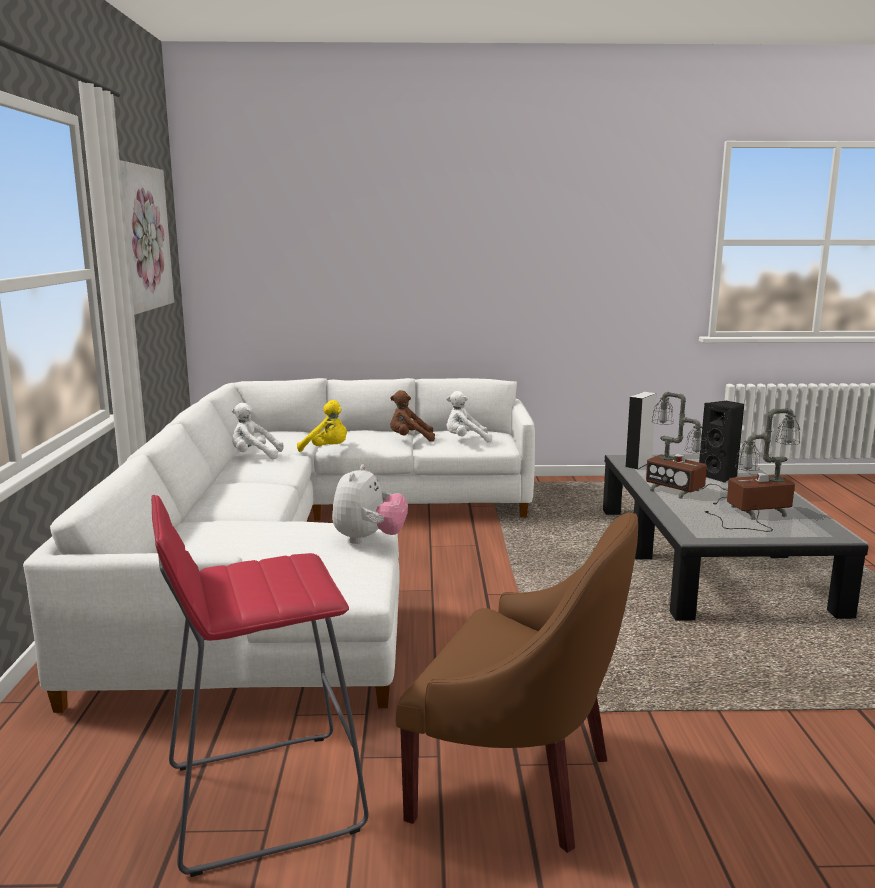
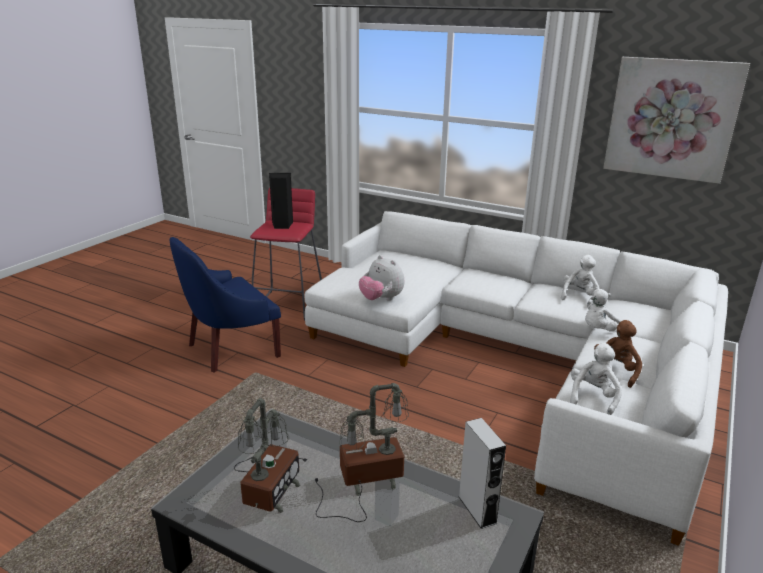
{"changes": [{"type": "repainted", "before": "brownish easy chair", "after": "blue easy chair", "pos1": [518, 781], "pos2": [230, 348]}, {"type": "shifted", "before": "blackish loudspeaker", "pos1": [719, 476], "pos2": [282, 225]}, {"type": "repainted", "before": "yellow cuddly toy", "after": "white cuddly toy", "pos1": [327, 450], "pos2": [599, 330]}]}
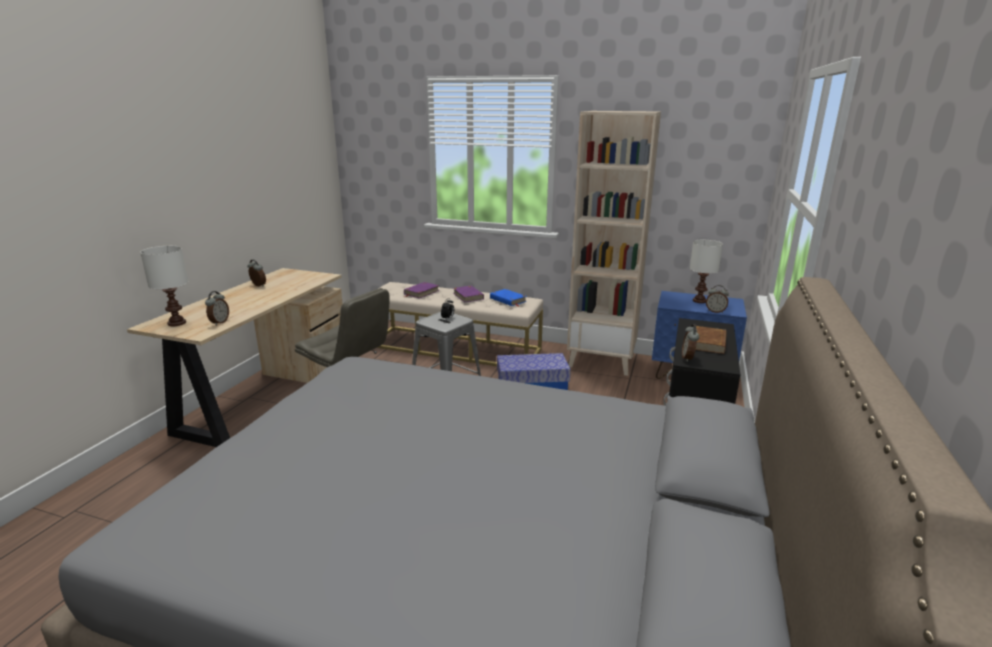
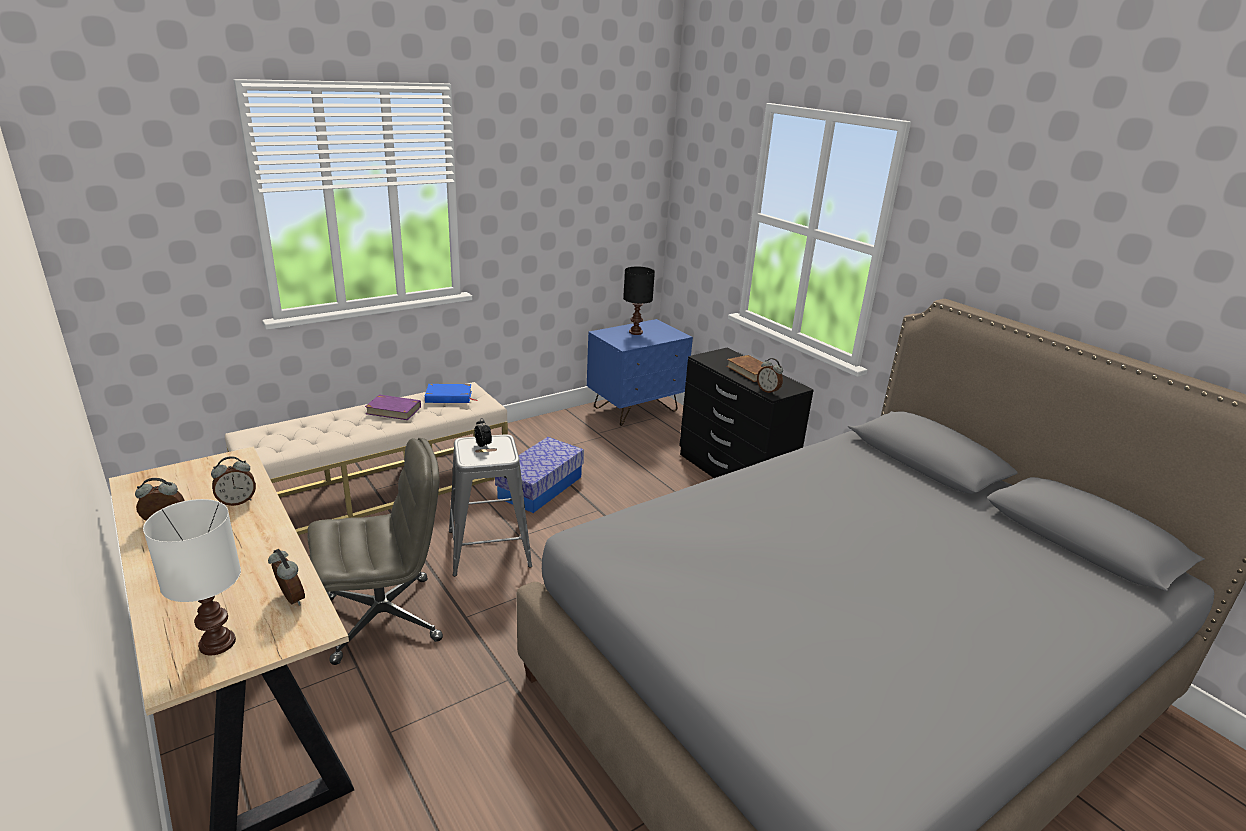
{"changes": [{"type": "shifted", "before": "table clock", "pos1": [715, 311], "pos2": [237, 501]}, {"type": "repainted", "before": "white tabletop lamp", "after": "blackish tabletop lamp", "pos1": [699, 301], "pos2": [635, 332]}, {"type": "gone", "before": "purple-coloured book", "pos1": [421, 292]}, {"type": "gone", "before": "beige-coloured bookshelf", "pos1": [602, 361]}]}
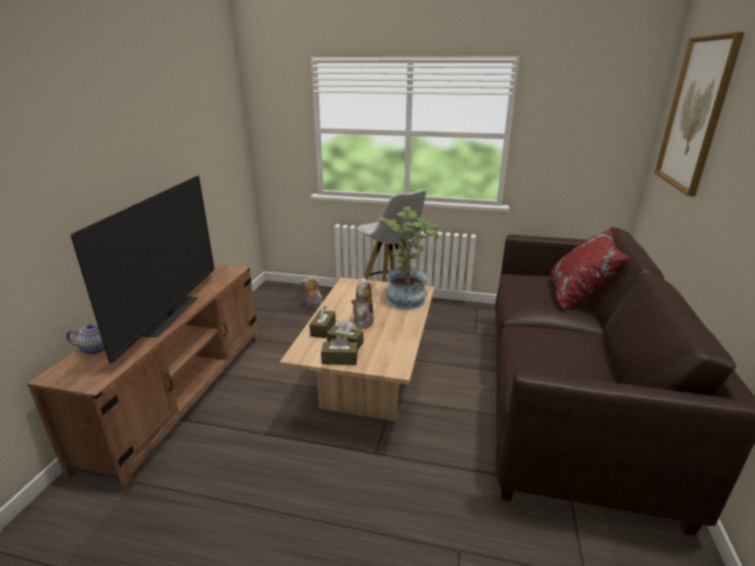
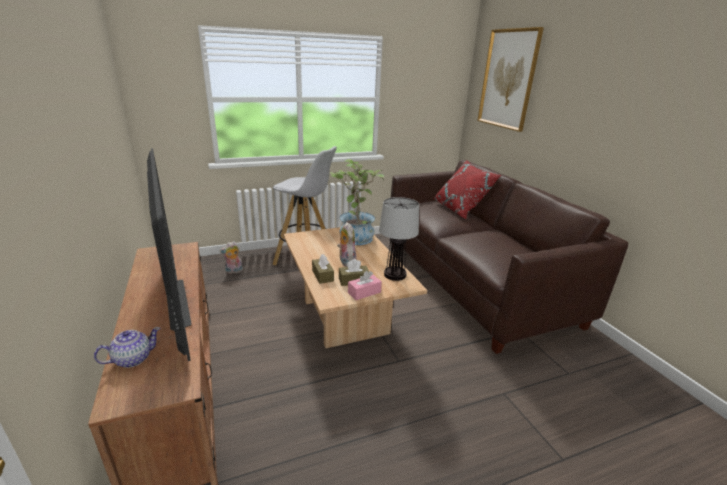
{"changes": [{"type": "repainted", "before": "brownish tissue box", "after": "pink-coloured tissue box", "pos1": [340, 359], "pos2": [364, 292]}, {"type": "new", "after": "tabletop lamp", "pos2": [395, 275]}]}
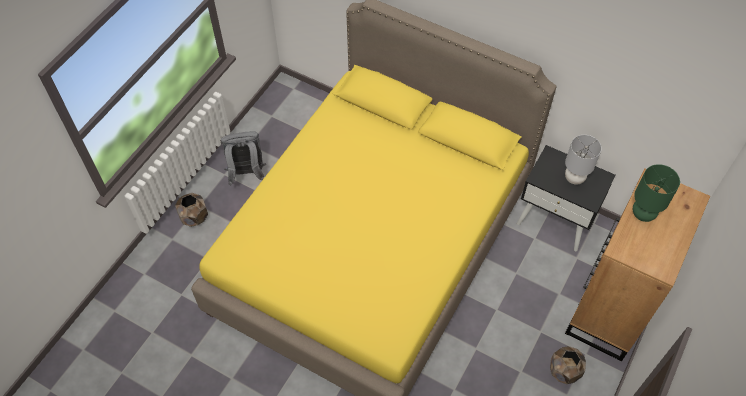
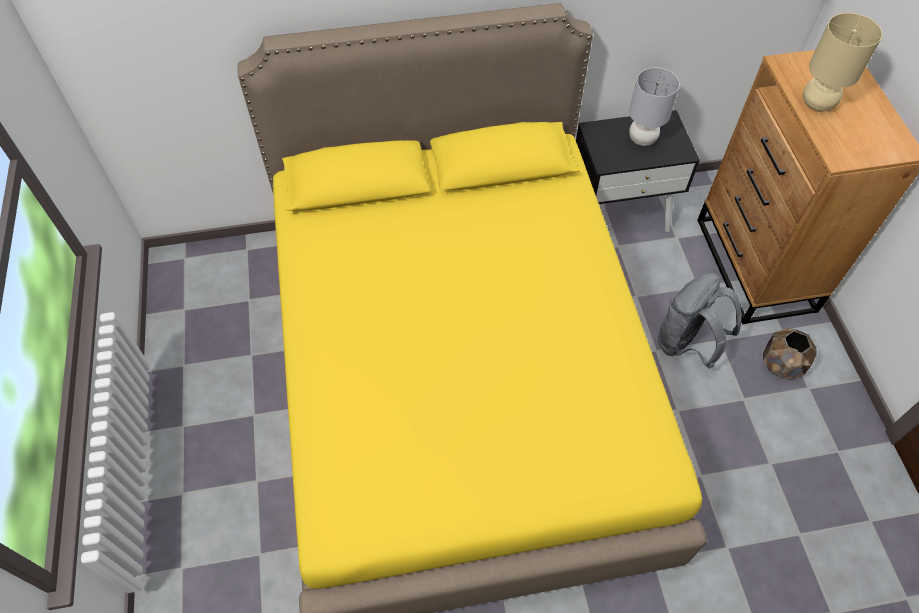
{"changes": [{"type": "shifted", "before": "gray rucksack", "pos1": [246, 174], "pos2": [687, 344]}, {"type": "repainted", "before": "green-coloured tabletop lamp", "after": "beige-coloured tabletop lamp", "pos1": [643, 213], "pos2": [817, 103]}, {"type": "gone", "before": "brownish plant pot", "pos1": [194, 217]}]}
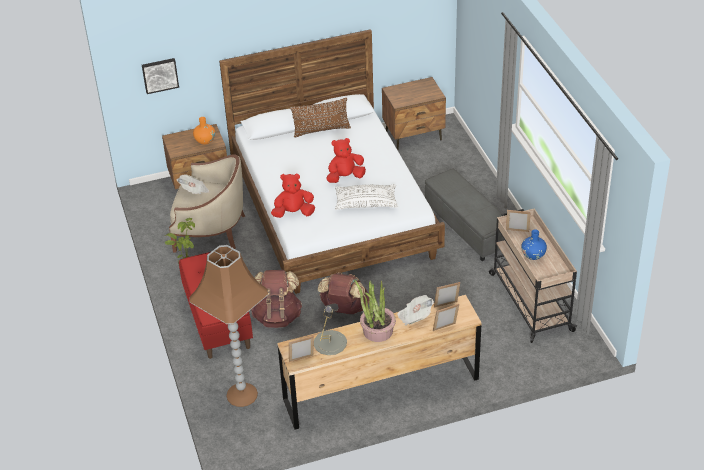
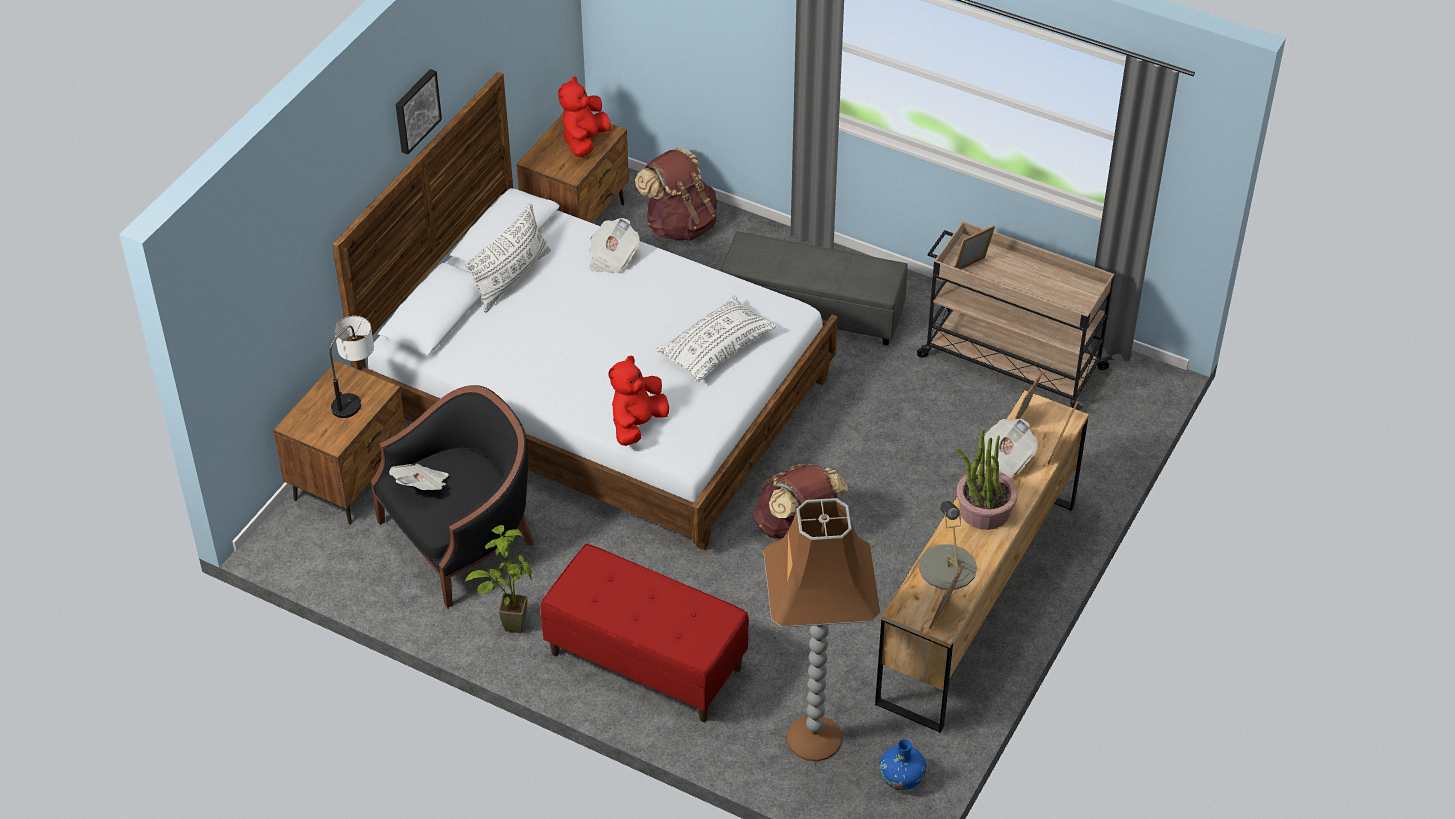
{"changes": [{"type": "swapped", "before": "orange-coloured flower vase", "after": "tabletop lamp", "pos1": [205, 140], "pos2": [355, 397]}, {"type": "repainted", "before": "beige-coloured easy chair", "after": "blackish easy chair", "pos1": [210, 230], "pos2": [461, 539]}, {"type": "shifted", "before": "wall picture", "pos1": [160, 75], "pos2": [415, 110]}, {"type": "repainted", "before": "brownish throw pillow", "after": "white throw pillow", "pos1": [321, 130], "pos2": [511, 278]}, {"type": "shifted", "before": "red-coloured cuddly toy", "pos1": [345, 177], "pos2": [584, 141]}, {"type": "new", "after": "daily paper", "pos2": [612, 258]}, {"type": "shifted", "before": "brownish rucksack", "pos1": [277, 316], "pos2": [680, 225]}, {"type": "shifted", "before": "blue flower vase", "pos1": [533, 255], "pos2": [901, 778]}]}
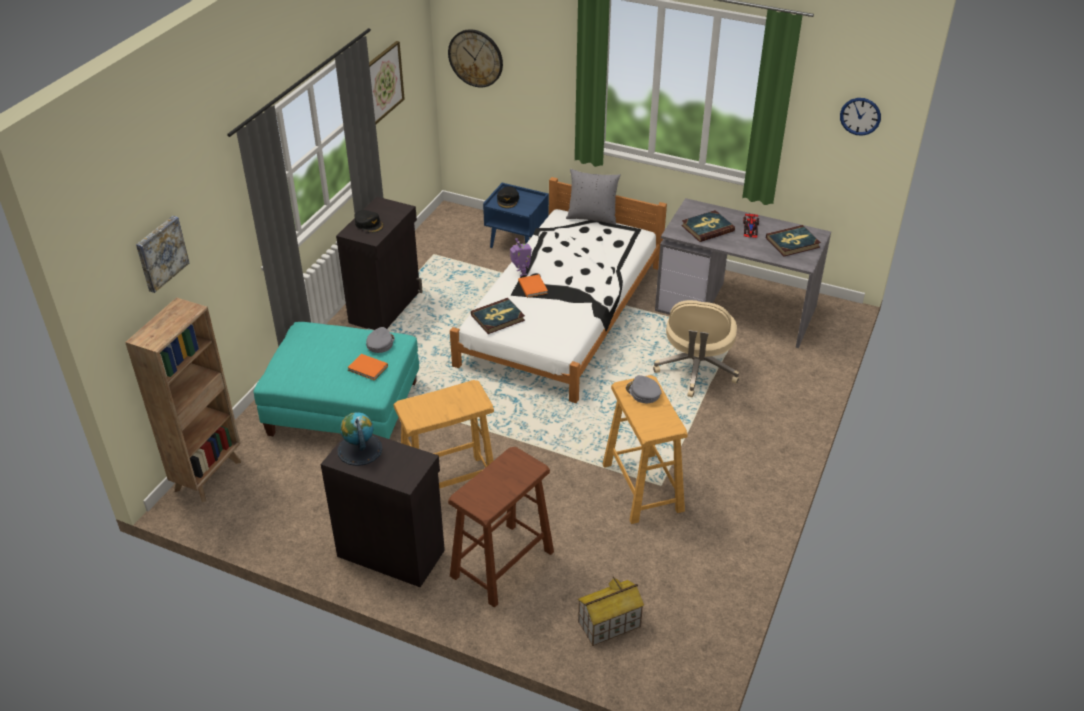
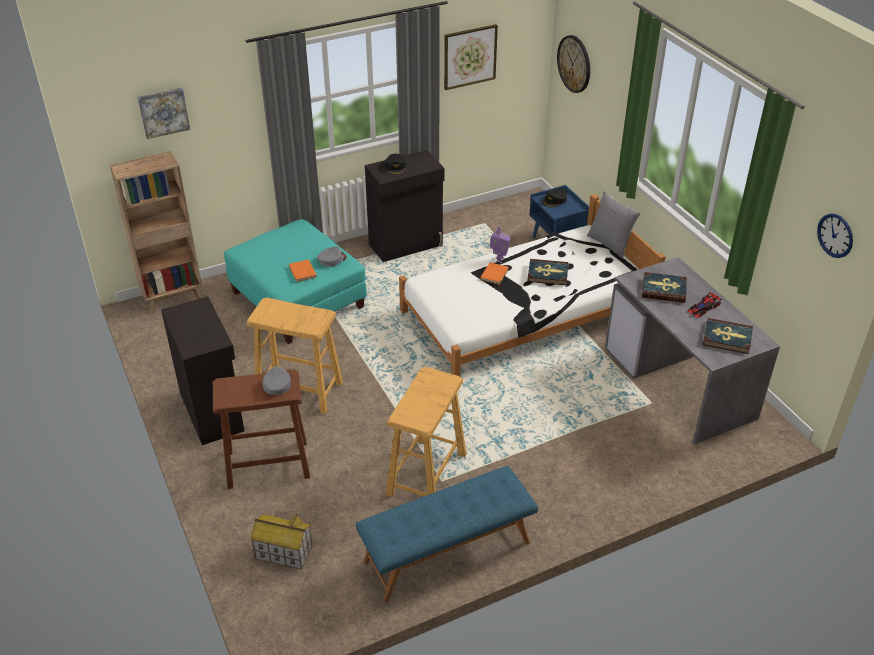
{"changes": [{"type": "shifted", "before": "gray baseball cap", "pos1": [643, 392], "pos2": [277, 383]}, {"type": "new", "after": "blue indoor bench", "pos2": [447, 553]}, {"type": "shifted", "before": "book", "pos1": [498, 318], "pos2": [547, 274]}, {"type": "gone", "before": "world globe", "pos1": [359, 449]}, {"type": "gone", "before": "beige-coloured computer chair", "pos1": [696, 370]}]}
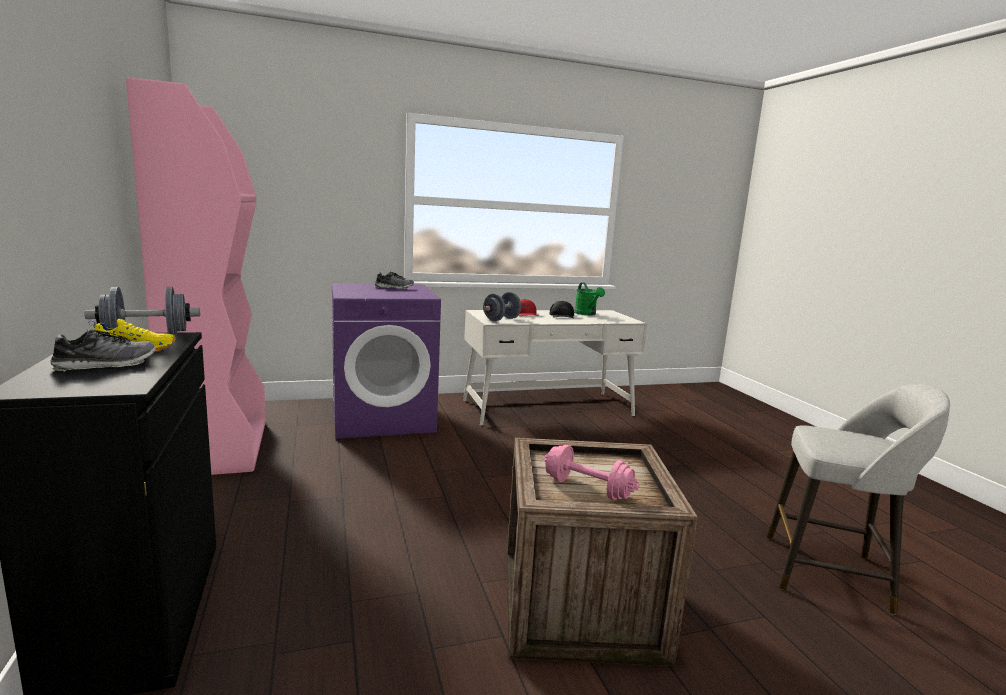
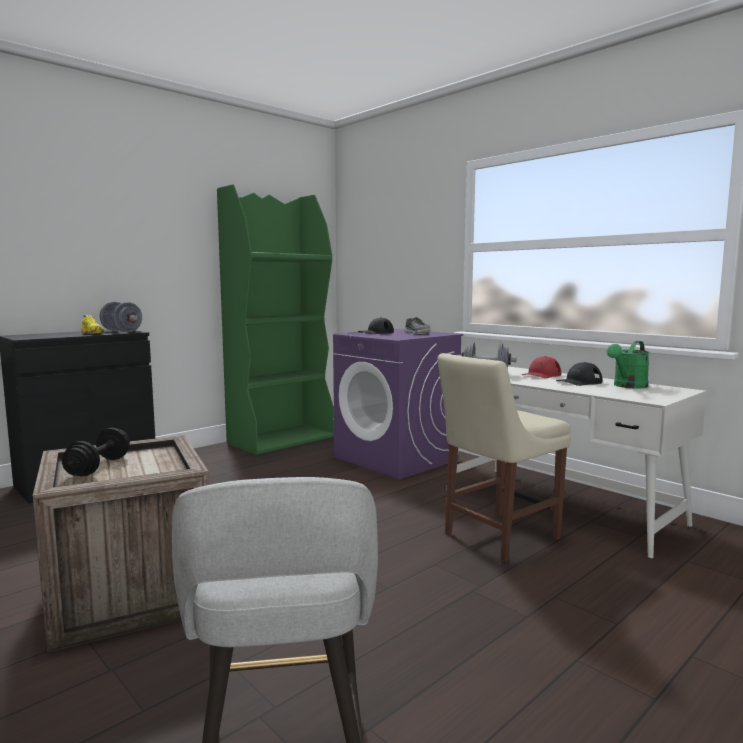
{"changes": [{"type": "repainted", "before": "pink-coloured dumbbell", "after": "blackish dumbbell", "pos1": [587, 488], "pos2": [98, 467]}, {"type": "repainted", "before": "pink-coloured bookshelf", "after": "green-coloured bookshelf", "pos1": [219, 446], "pos2": [281, 440]}, {"type": "new", "after": "blackish baseball cap", "pos2": [376, 333]}, {"type": "new", "after": "beige-coloured chair", "pos2": [497, 537]}, {"type": "gone", "before": "shoe", "pos1": [106, 365]}]}
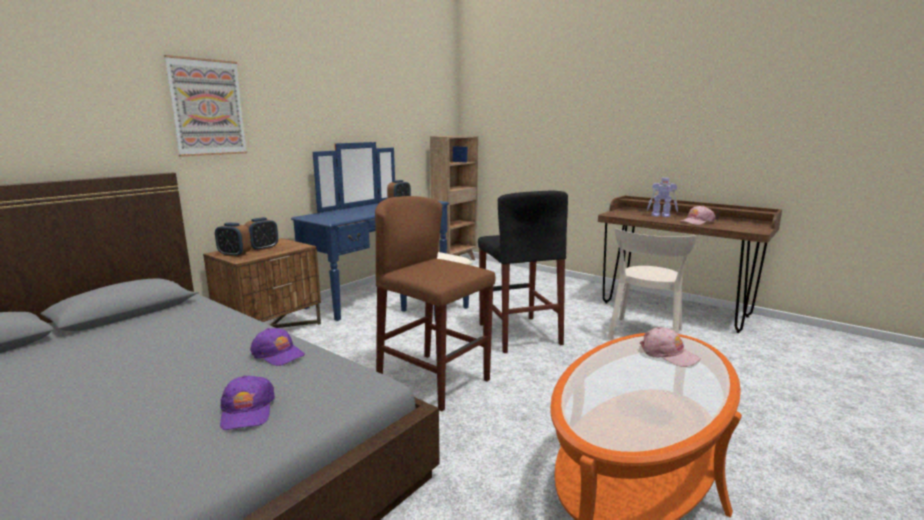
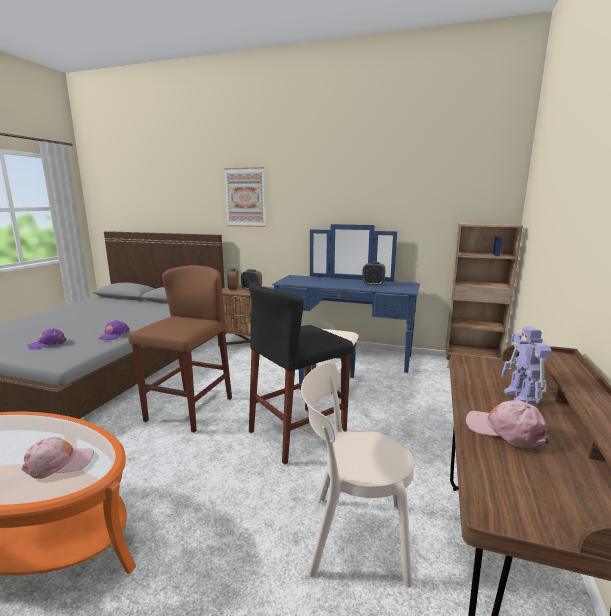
{"changes": [{"type": "rotated", "before": "pink-coloured baseball cap", "pos1": [668, 354], "pos2": [59, 463], "turn": -135}]}
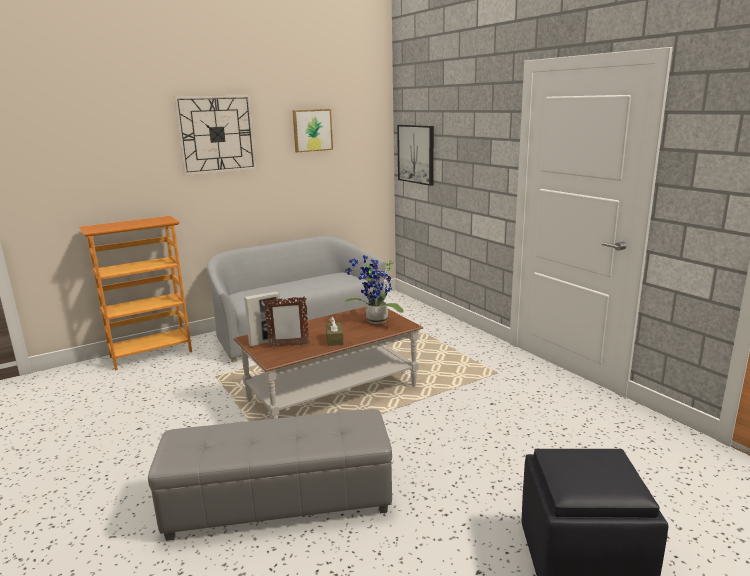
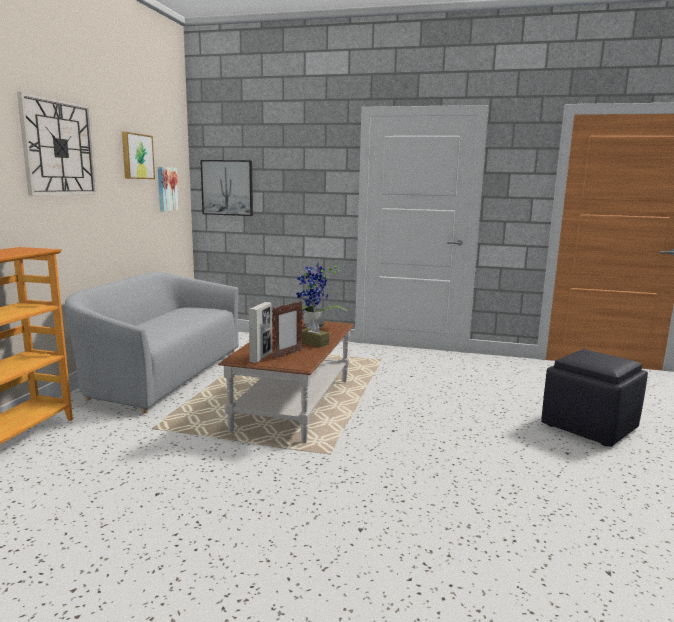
{"changes": [{"type": "new", "after": "wall picture", "pos2": [166, 189]}, {"type": "gone", "before": "gray ottoman", "pos1": [278, 503]}]}
